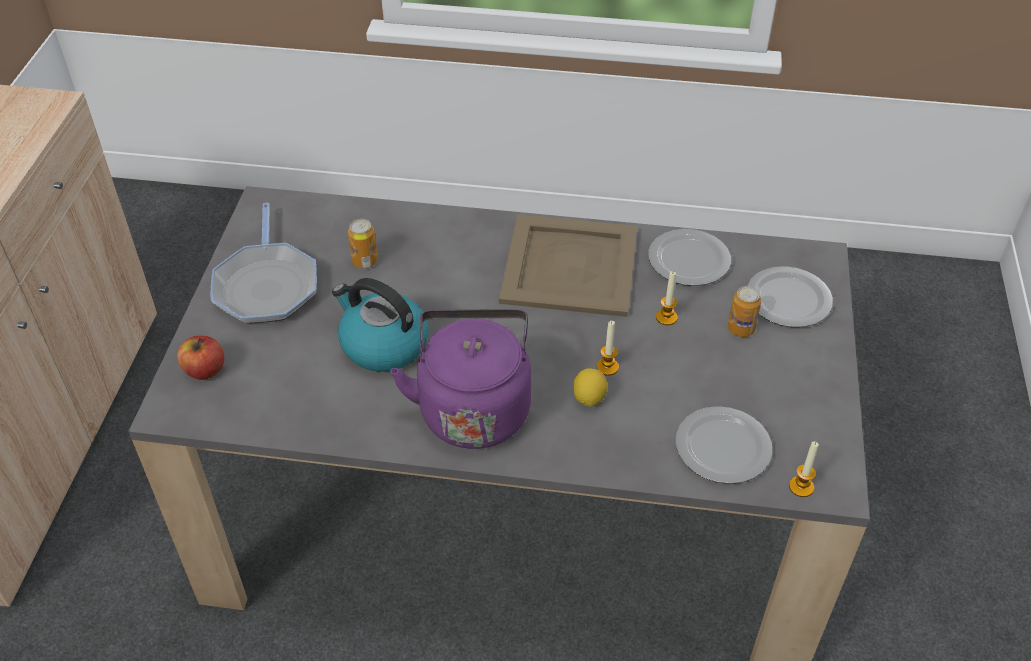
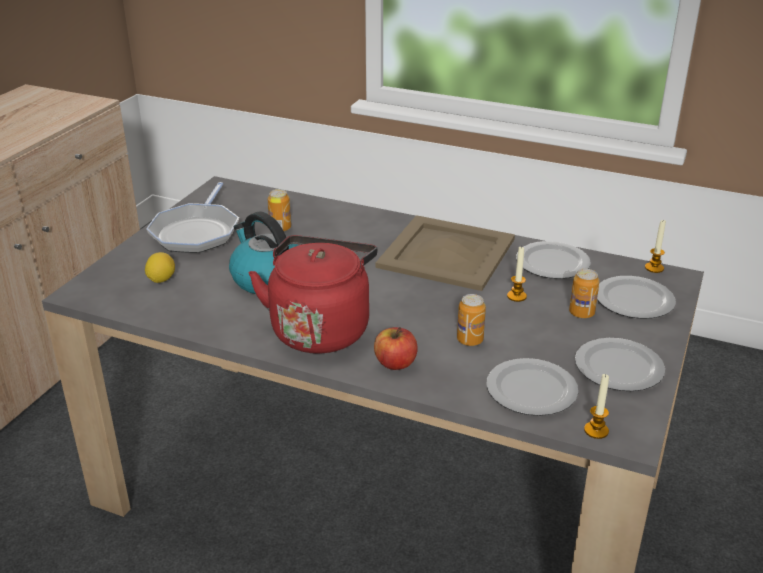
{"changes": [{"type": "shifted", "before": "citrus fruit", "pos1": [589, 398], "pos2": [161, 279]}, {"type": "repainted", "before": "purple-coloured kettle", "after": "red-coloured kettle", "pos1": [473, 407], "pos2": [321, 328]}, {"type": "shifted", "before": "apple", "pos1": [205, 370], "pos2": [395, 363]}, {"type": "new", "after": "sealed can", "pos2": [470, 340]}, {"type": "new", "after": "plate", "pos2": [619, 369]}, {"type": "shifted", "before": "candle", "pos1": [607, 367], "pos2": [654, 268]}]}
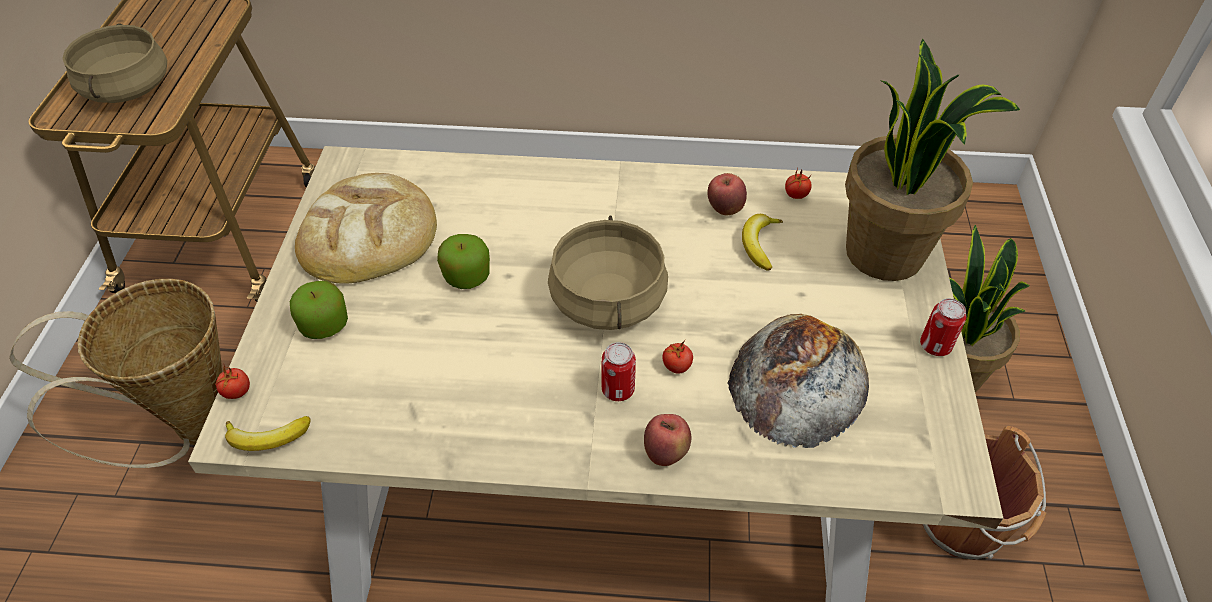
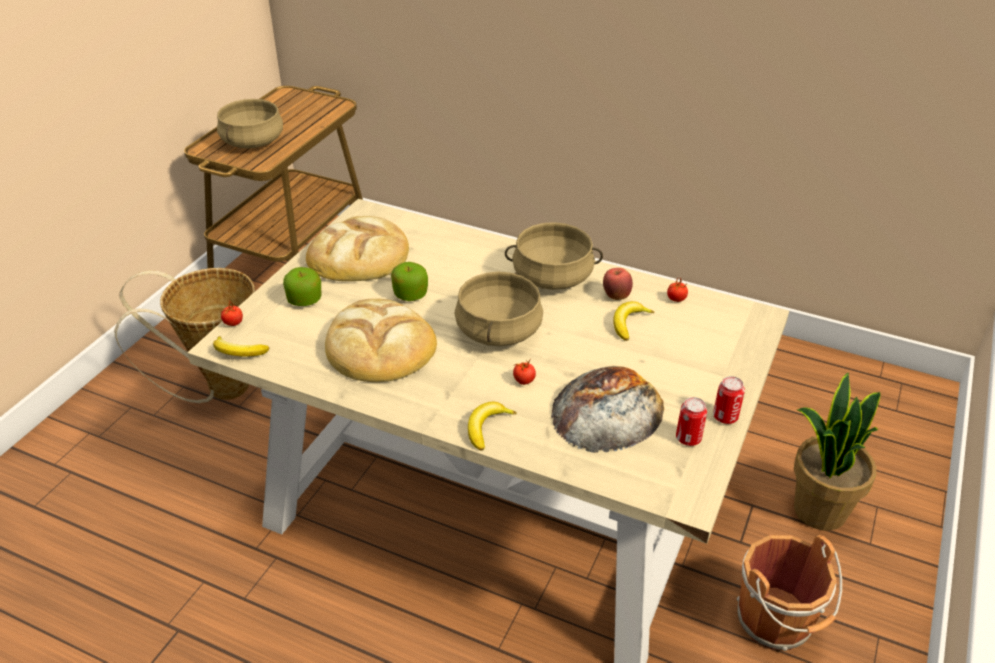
{"changes": [{"type": "new", "after": "baked bread", "pos2": [380, 346]}, {"type": "swapped", "before": "apple", "after": "banana fruit", "pos1": [666, 453], "pos2": [487, 428]}, {"type": "new", "after": "beige-coloured stockpot", "pos2": [552, 278]}, {"type": "shifted", "before": "sealed can", "pos1": [618, 389], "pos2": [688, 438]}, {"type": "gone", "before": "houseplant", "pos1": [886, 253]}]}
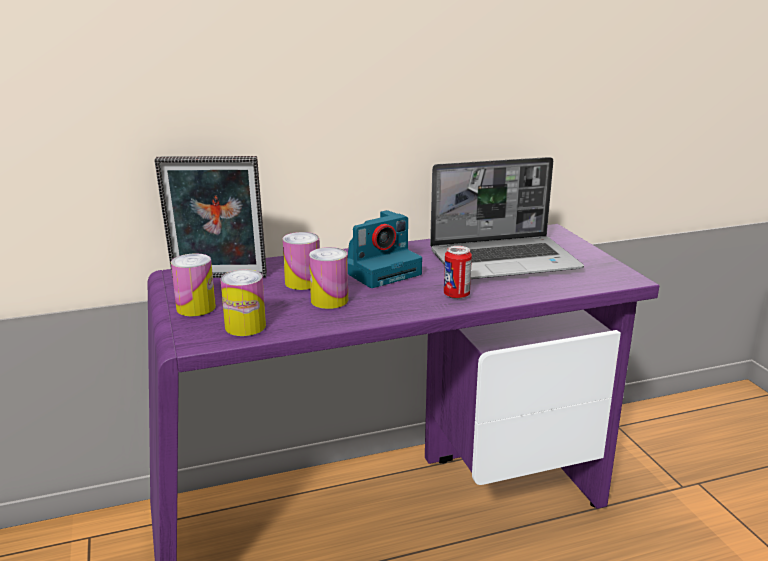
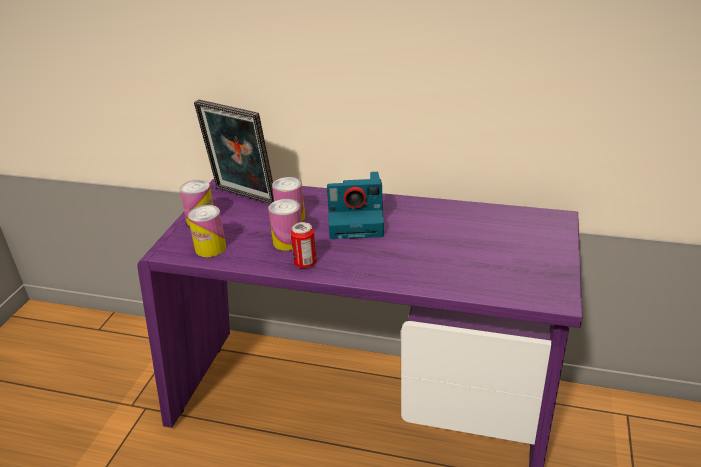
{"changes": [{"type": "shifted", "before": "sealed can", "pos1": [456, 295], "pos2": [305, 263]}, {"type": "gone", "before": "portable computer", "pos1": [505, 260]}]}
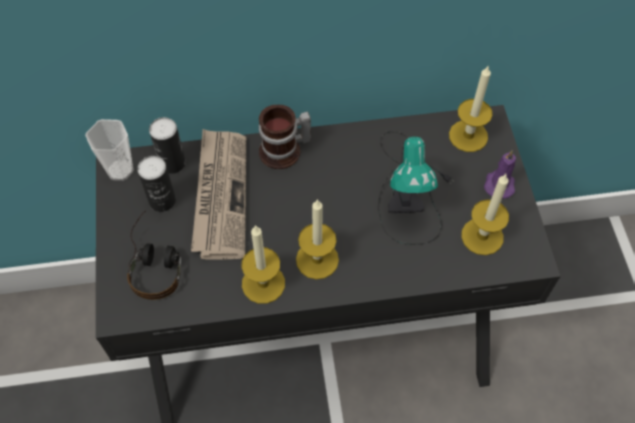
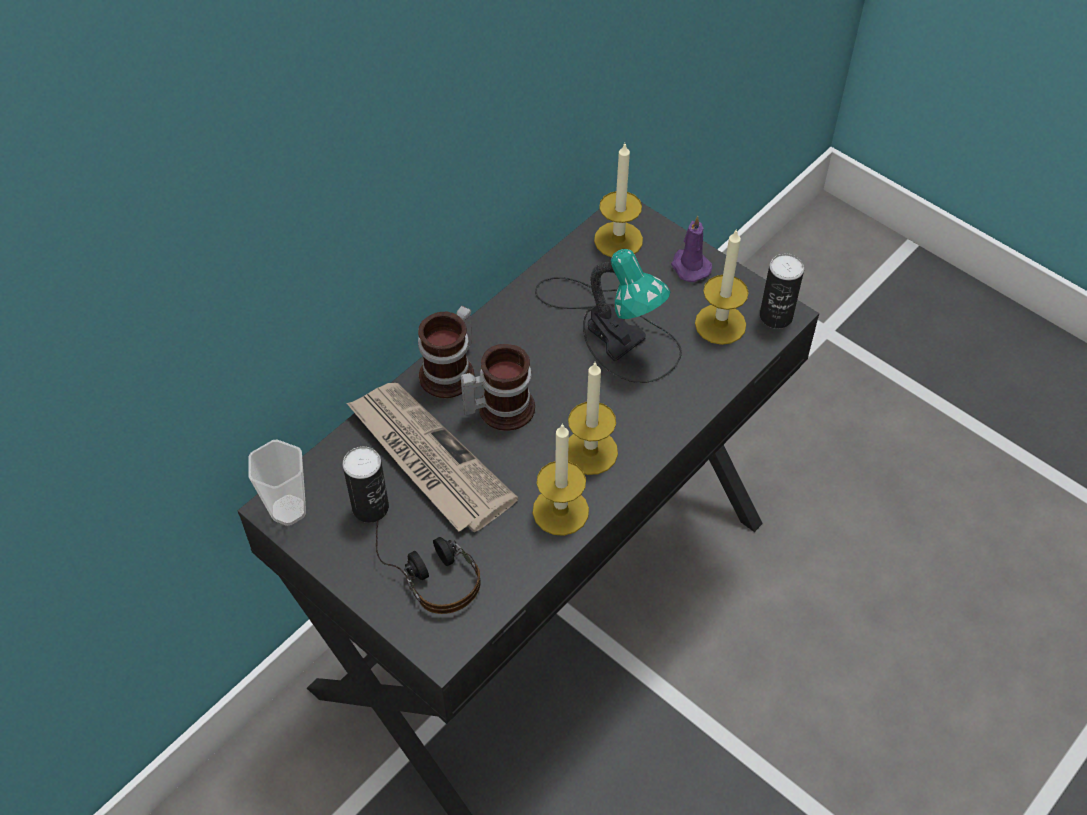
{"changes": [{"type": "new", "after": "coffee mug", "pos2": [500, 407]}, {"type": "shifted", "before": "sealed can", "pos1": [172, 163], "pos2": [776, 316]}]}
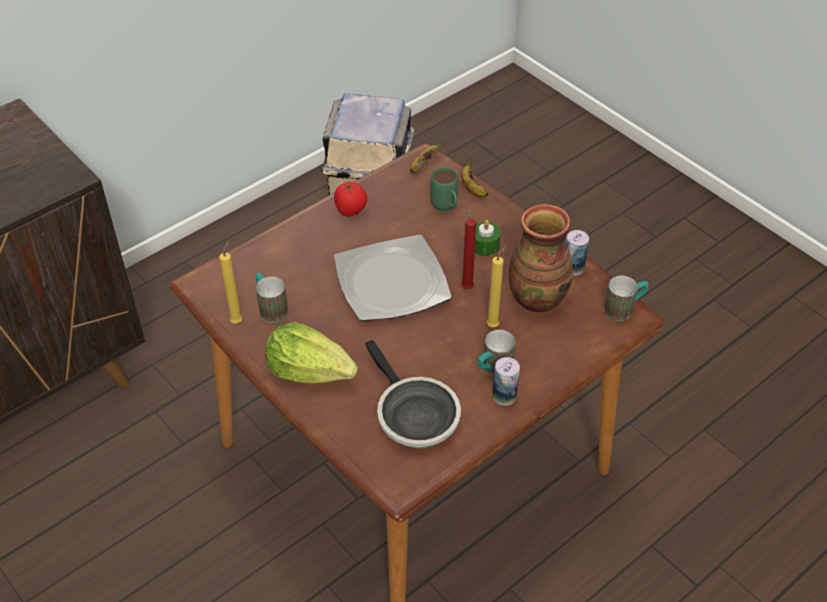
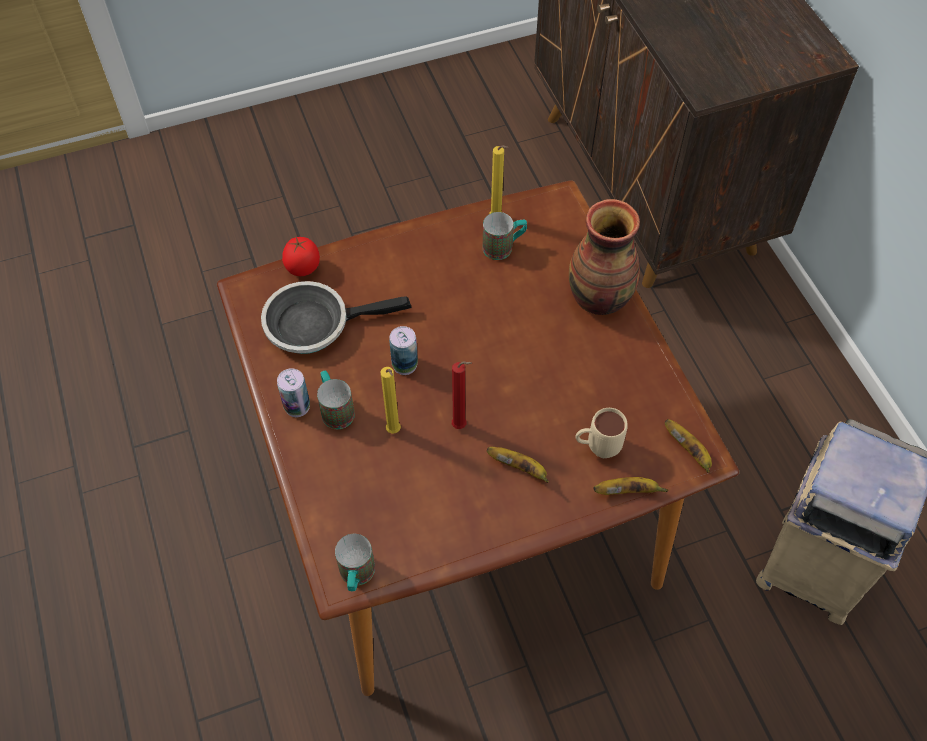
{"changes": [{"type": "shifted", "before": "fresh tomato", "pos1": [351, 211], "pos2": [303, 269]}, {"type": "shifted", "before": "sealed can", "pos1": [573, 268], "pos2": [405, 364]}, {"type": "swapped", "before": "green-coloured candle", "after": "banana fruit", "pos1": [485, 245], "pos2": [519, 468]}, {"type": "shifted", "before": "flower vase", "pos1": [537, 297], "pos2": [601, 299]}, {"type": "repainted", "before": "green-coloured coffee mug", "after": "beige-coloured coffee mug", "pos1": [446, 209], "pos2": [596, 448]}, {"type": "gone", "before": "lettuce head", "pos1": [310, 371]}, {"type": "gone", "before": "plate", "pos1": [391, 283]}]}
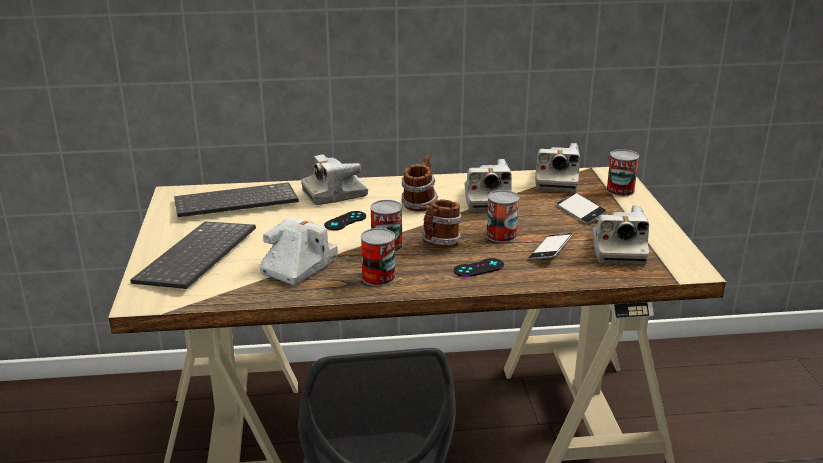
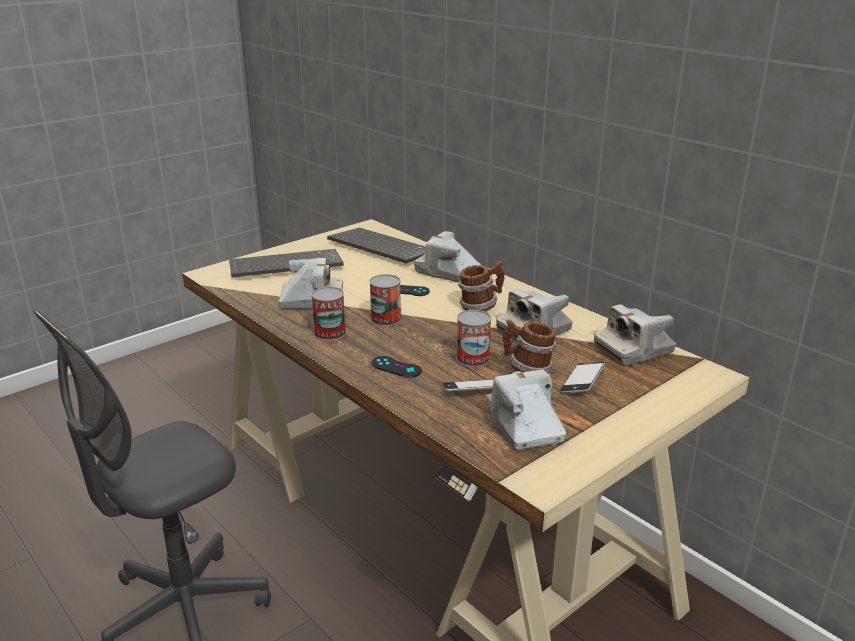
{"changes": [{"type": "rotated", "before": "photo camera", "pos1": [618, 251], "pos2": [524, 426], "turn": 105}, {"type": "shifted", "before": "coffee mug", "pos1": [440, 245], "pos2": [527, 370]}, {"type": "gone", "before": "sealed can", "pos1": [620, 190]}]}
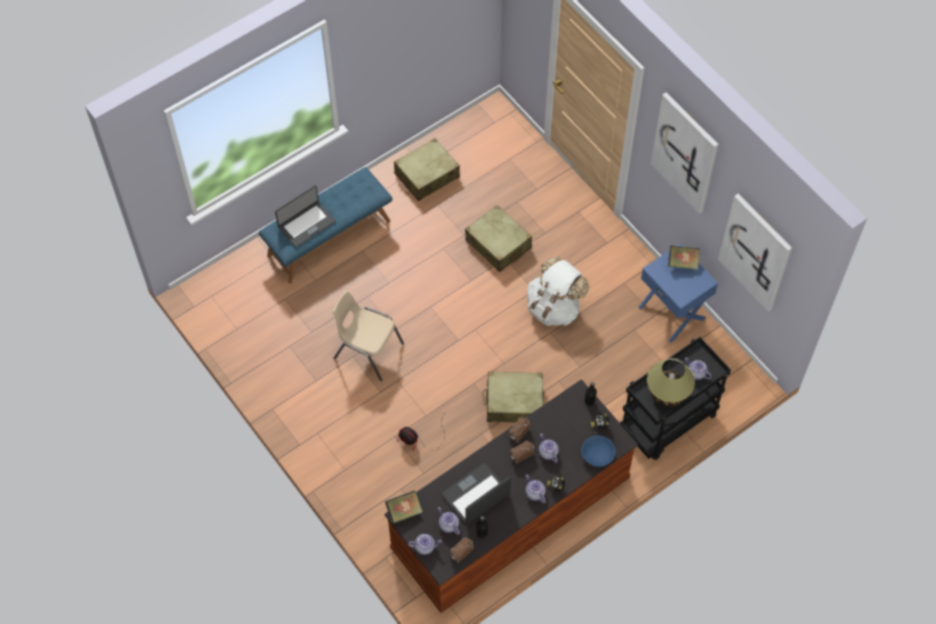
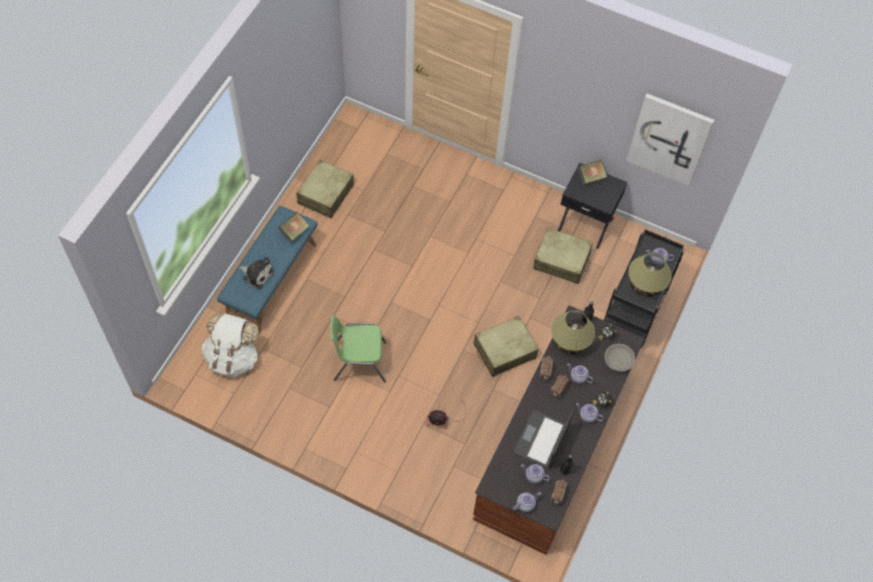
{"changes": [{"type": "shifted", "before": "white rucksack", "pos1": [554, 307], "pos2": [233, 358]}, {"type": "swapped", "before": "portable computer", "after": "cuddly toy", "pos1": [306, 224], "pos2": [257, 274]}, {"type": "shifted", "before": "book", "pos1": [404, 511], "pos2": [294, 232]}, {"type": "repainted", "before": "beige-coloured chair", "after": "green-coloured chair", "pos1": [367, 350], "pos2": [359, 361]}, {"type": "shifted", "before": "beige-coloured travel case", "pos1": [498, 244], "pos2": [562, 261]}, {"type": "new", "after": "tabletop lamp", "pos2": [569, 342]}, {"type": "repainted", "before": "blue night table", "after": "blackish night table", "pos1": [672, 312], "pos2": [586, 224]}, {"type": "repainted", "before": "blue bowl", "after": "gray bowl", "pos1": [597, 455], "pos2": [618, 361]}, {"type": "gone", "before": "wall picture", "pos1": [685, 152]}]}
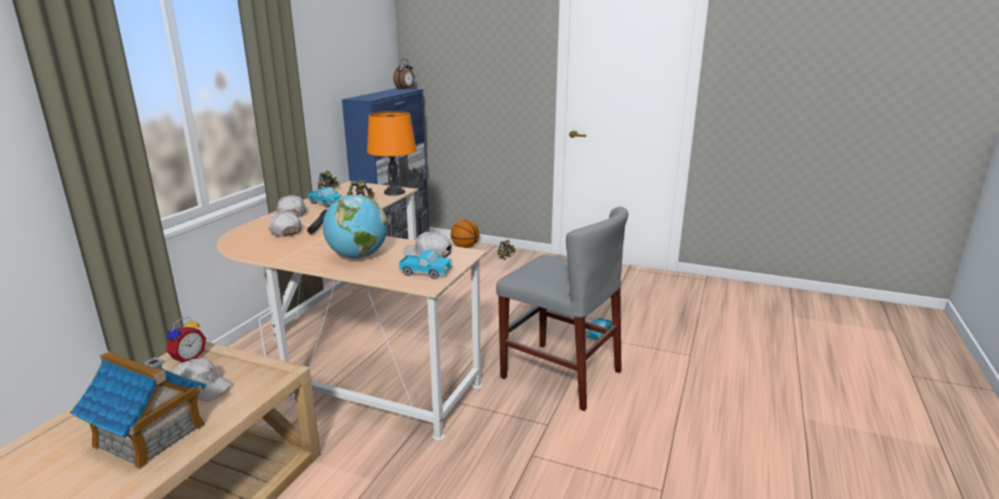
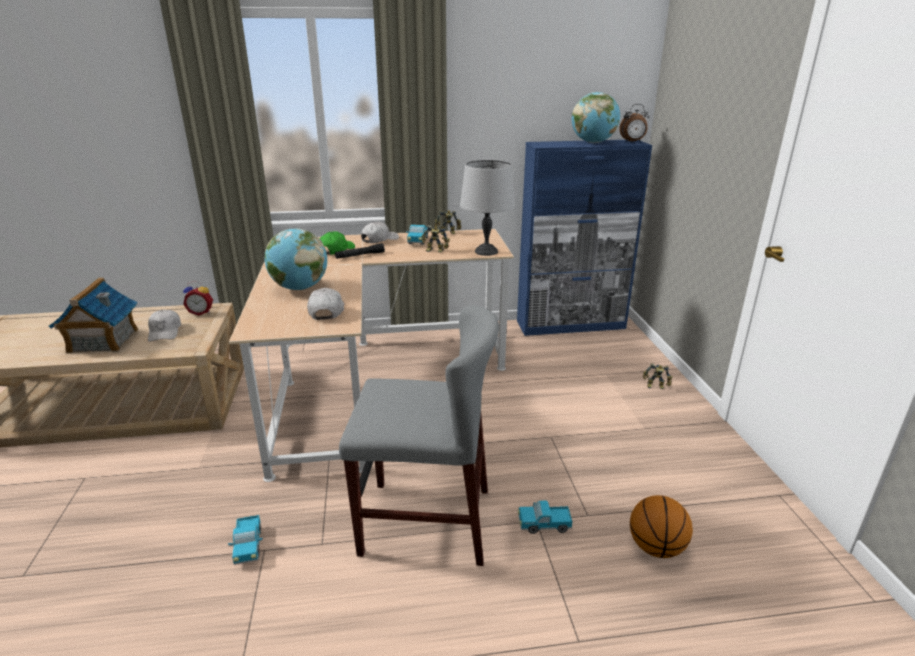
{"changes": [{"type": "shifted", "before": "toy truck", "pos1": [426, 273], "pos2": [248, 546]}, {"type": "repainted", "before": "white baseball cap", "after": "green-coloured baseball cap", "pos1": [285, 231], "pos2": [336, 250]}, {"type": "rotated", "before": "gray chair", "pos1": [560, 374], "pos2": [426, 521], "turn": -90}, {"type": "repainted", "before": "orange-coloured tabletop lamp", "after": "gray tabletop lamp", "pos1": [394, 192], "pos2": [486, 251]}, {"type": "new", "after": "world globe", "pos2": [593, 142]}, {"type": "shifted", "before": "basketball ball", "pos1": [465, 247], "pos2": [656, 547]}]}
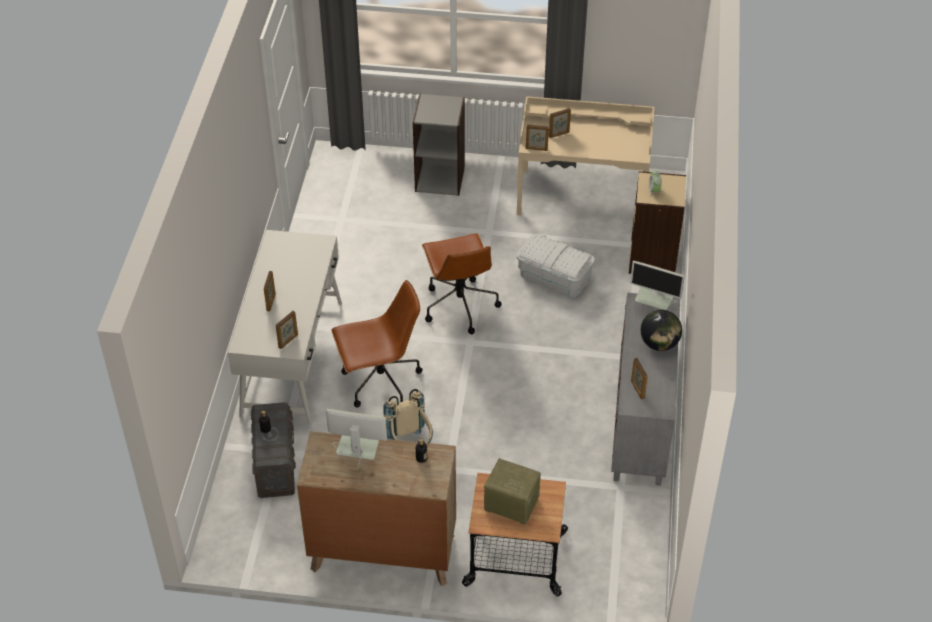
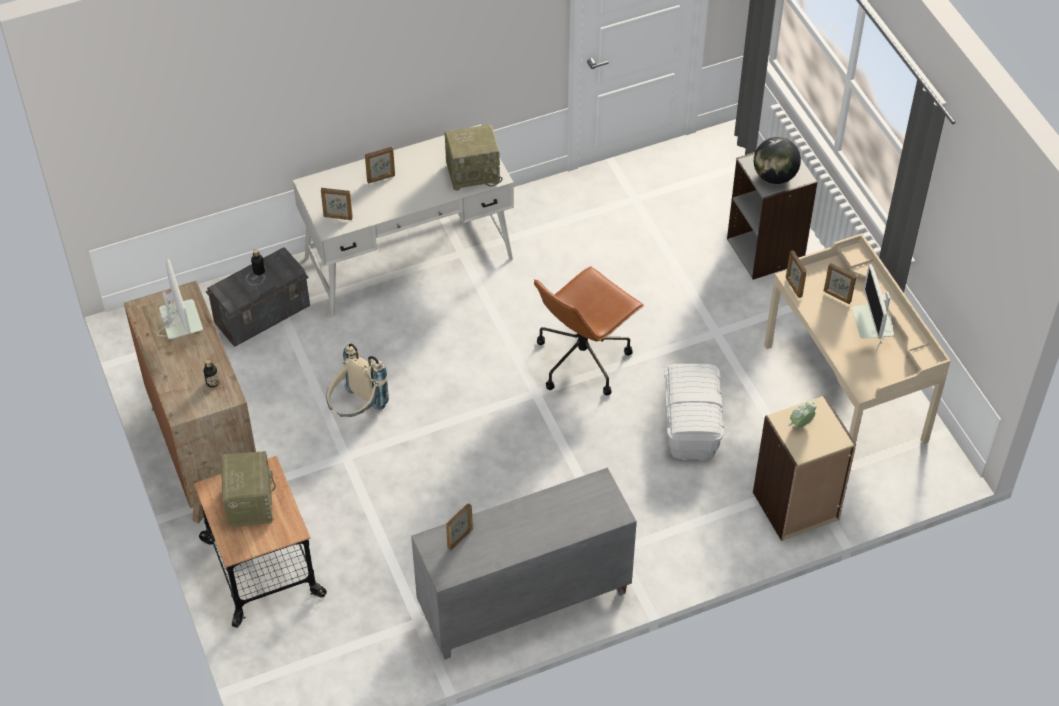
{"changes": [{"type": "new", "after": "radio receiver", "pos2": [473, 172]}, {"type": "shifted", "before": "world globe", "pos1": [659, 344], "pos2": [774, 176]}, {"type": "shifted", "before": "monitor", "pos1": [654, 308], "pos2": [871, 336]}, {"type": "gone", "before": "brownish computer chair", "pos1": [380, 382]}]}
